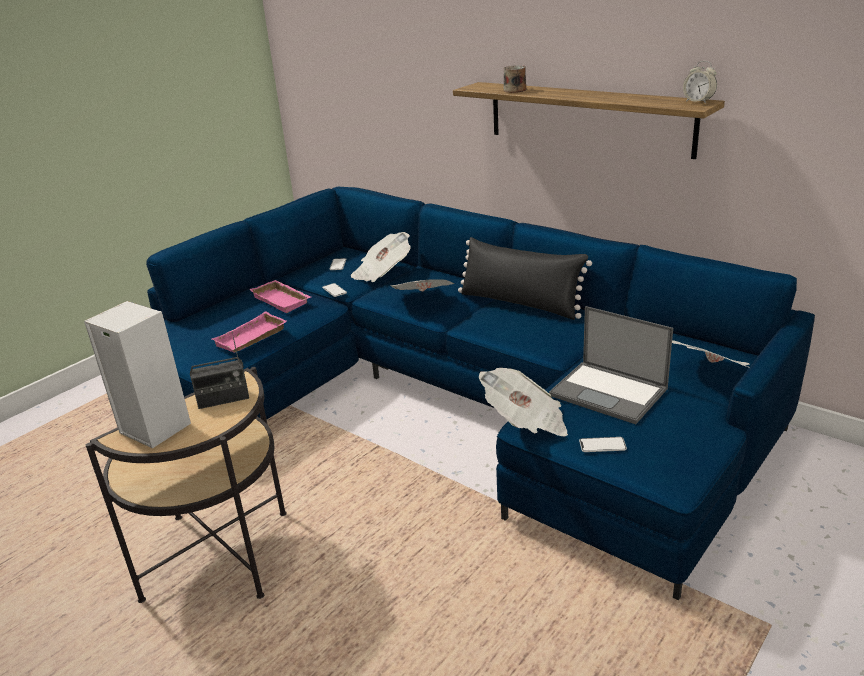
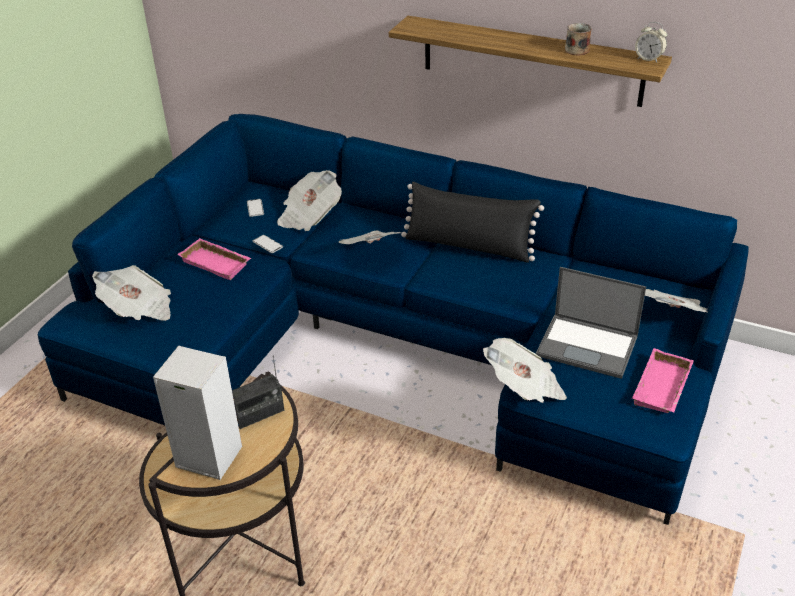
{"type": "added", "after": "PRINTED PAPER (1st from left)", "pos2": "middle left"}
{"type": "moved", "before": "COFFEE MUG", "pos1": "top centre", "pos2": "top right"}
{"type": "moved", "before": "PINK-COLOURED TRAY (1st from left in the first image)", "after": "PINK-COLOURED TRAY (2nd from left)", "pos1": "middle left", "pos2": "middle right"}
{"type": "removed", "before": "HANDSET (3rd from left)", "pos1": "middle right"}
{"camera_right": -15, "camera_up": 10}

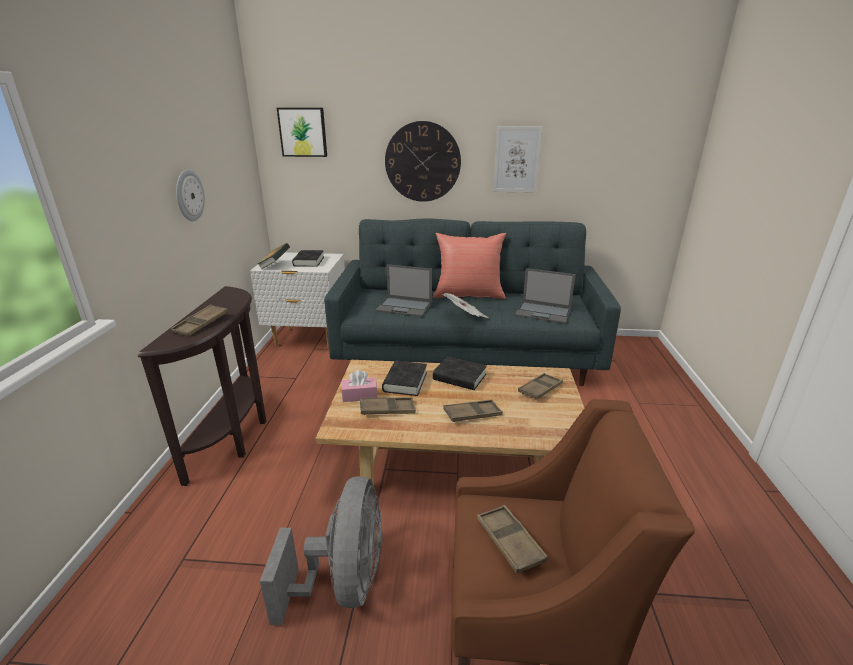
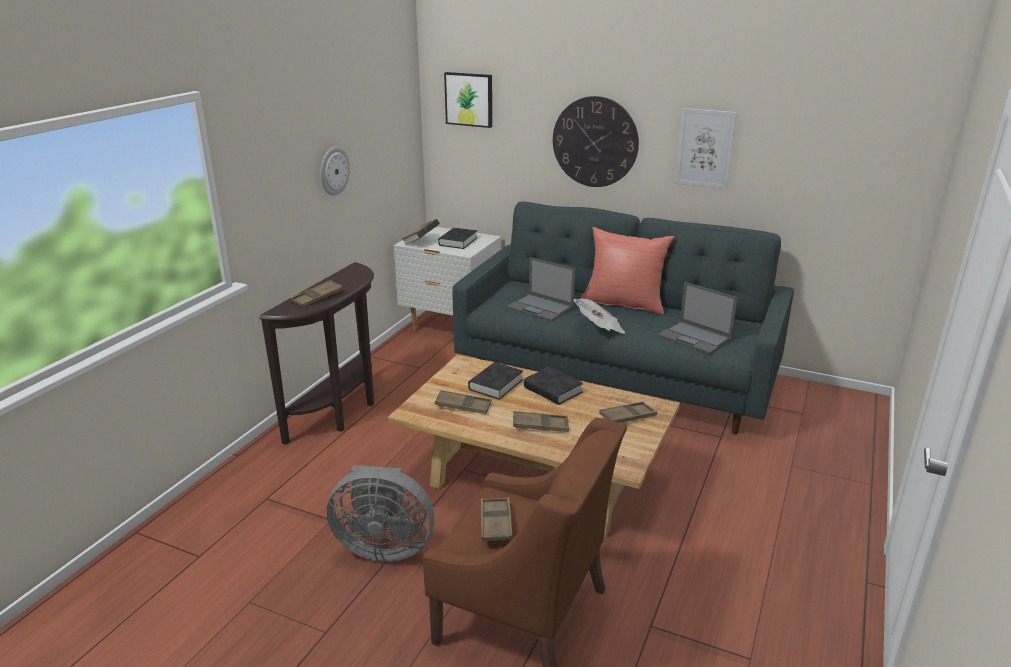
{"type": "turned", "before": "GRAY ELECTRIC FAN", "pos1": "bottom centre", "pos2": "bottom centre", "turn": 75}
{"type": "removed", "before": "PINK-COLOURED TISSUE HOLDER", "pos1": "centre"}
{"camera_right": 20, "camera_up": 0}

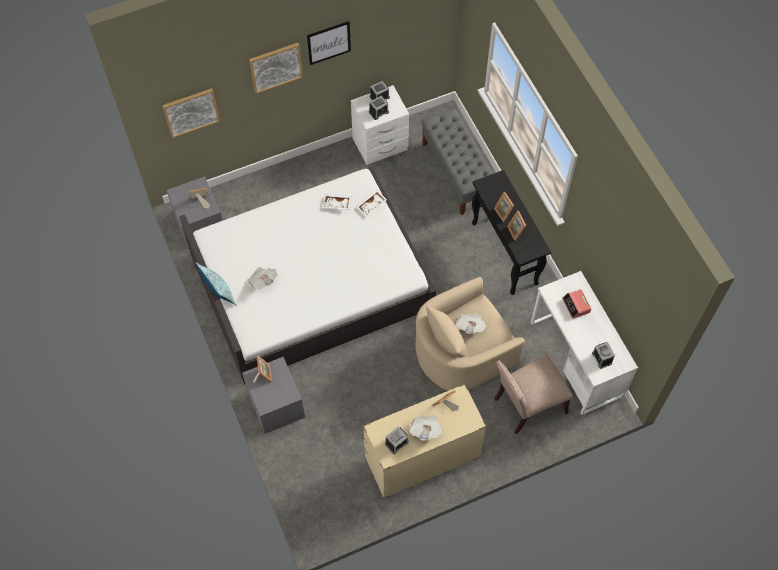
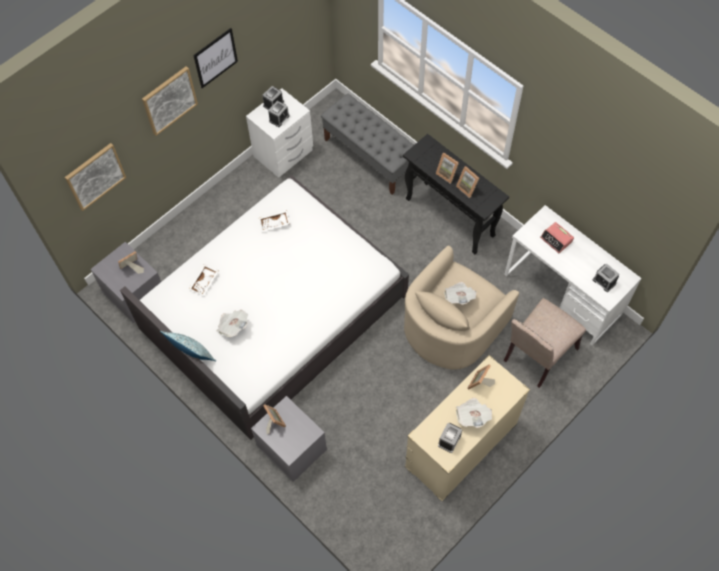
{"type": "moved", "before": "WHITE-COLOURED TRAY (2nd from left in the first image)", "after": "WHITE-COLOURED TRAY (1st from left)", "pos1": "centre", "pos2": "middle left"}
{"camera_right": -20, "camera_up": 0}

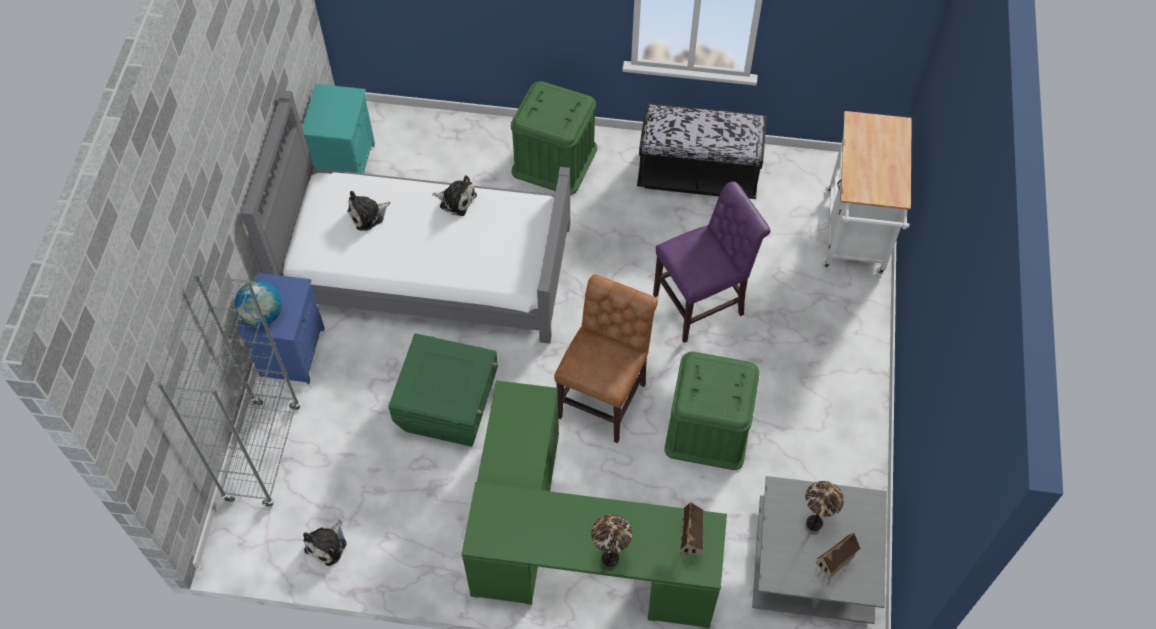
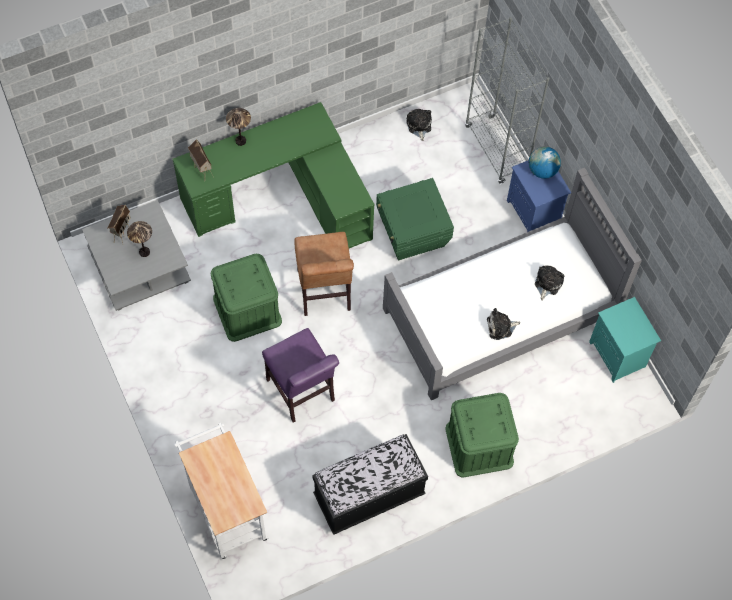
{"type": "turned", "before": "PURPLISH UPRIGHT CHAIR", "pos1": "centre", "pos2": "centre", "turn": -60}
{"camera_right": 145, "camera_up": 5}

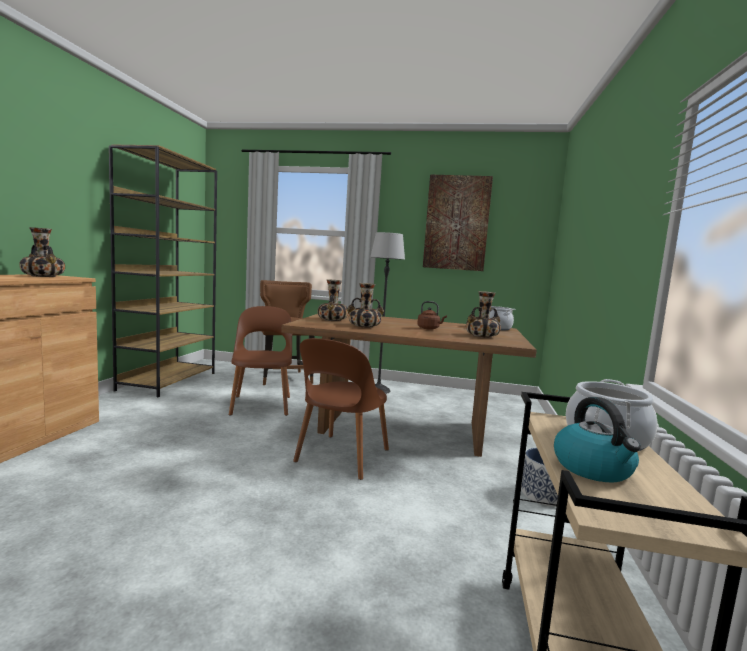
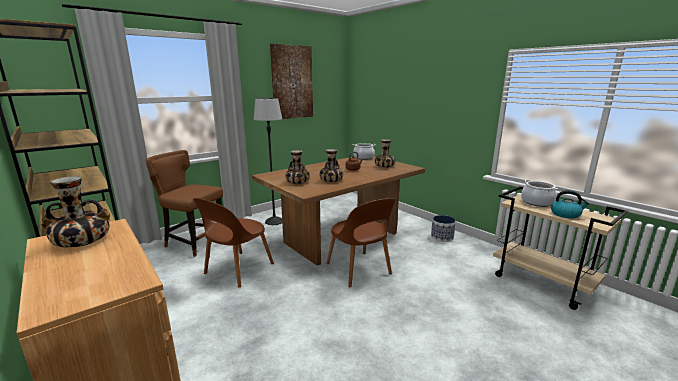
{"type": "turned", "before": "BROWN-COLOURED UPRIGHT CHAIR (1st from left in the first image)", "pos1": "centre", "pos2": "centre", "turn": -90}
{"camera_right": -50, "camera_up": 10}

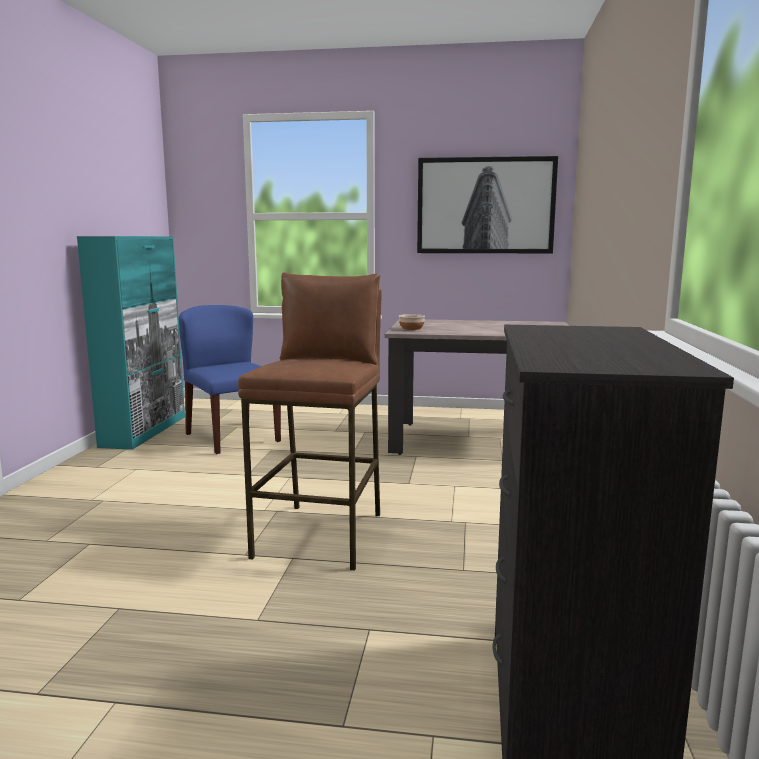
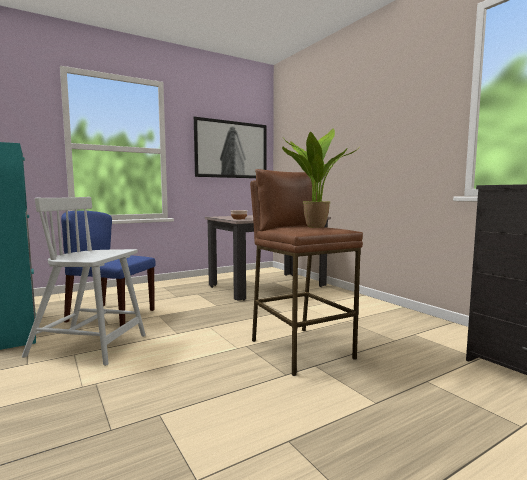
{"type": "added", "after": "WHITE-COLOURED UPRIGHT CHAIR", "pos2": "middle left"}
{"type": "added", "after": "PLANT IN A POT", "pos2": "centre"}
{"camera_right": -40, "camera_up": -5}

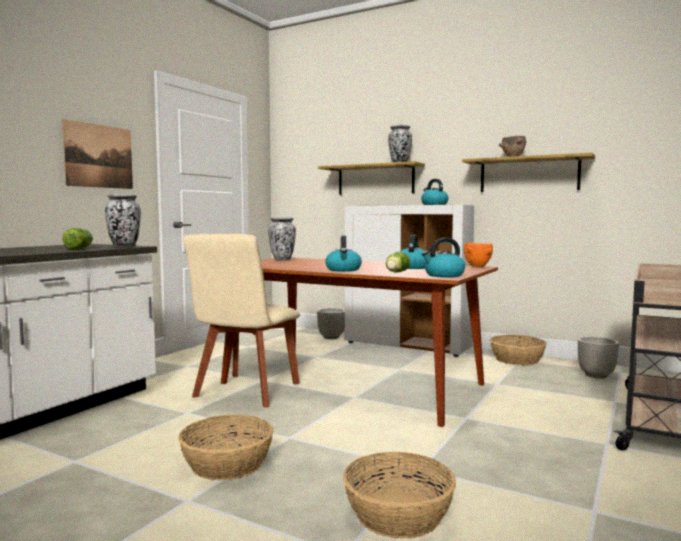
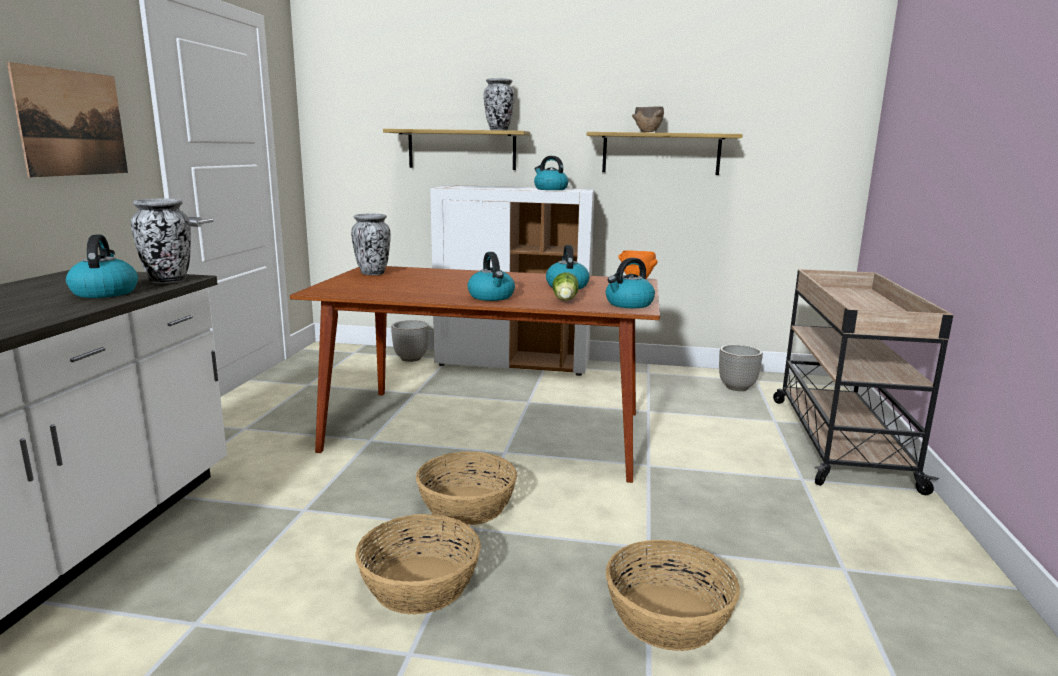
{"type": "replaced", "before": "LETTUCE (1st from left)", "after": "TEA KETTLE (1st from left)", "pos1": "middle left", "pos2": "middle left"}
{"type": "moved", "before": "HOUSEHOLD BASKET (3rd from left in the first image)", "after": "HOUSEHOLD BASKET (2nd from left)", "pos1": "middle right", "pos2": "bottom centre"}
{"type": "removed", "before": "SAND-COLOURED UPRIGHT CHAIR", "pos1": "centre"}
{"camera_right": -20, "camera_up": 10}

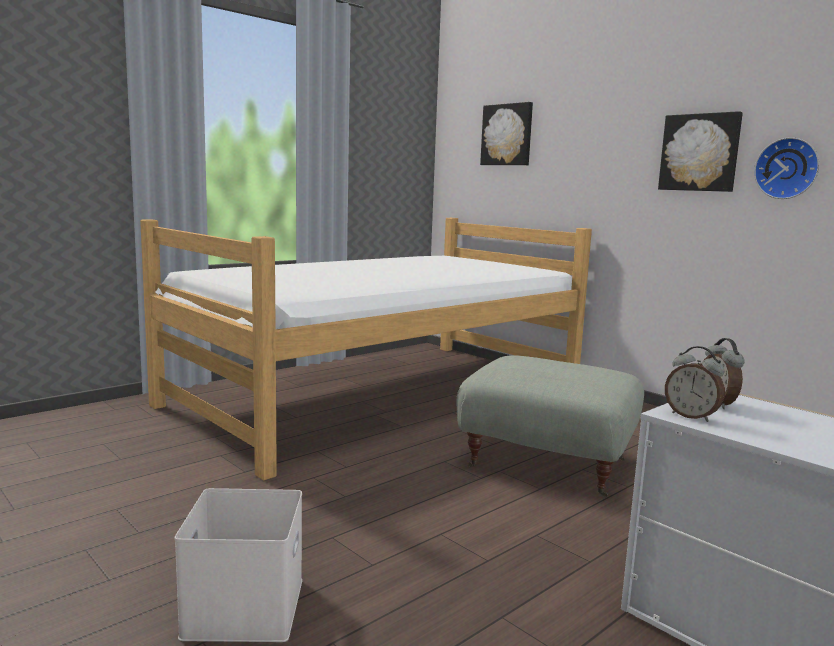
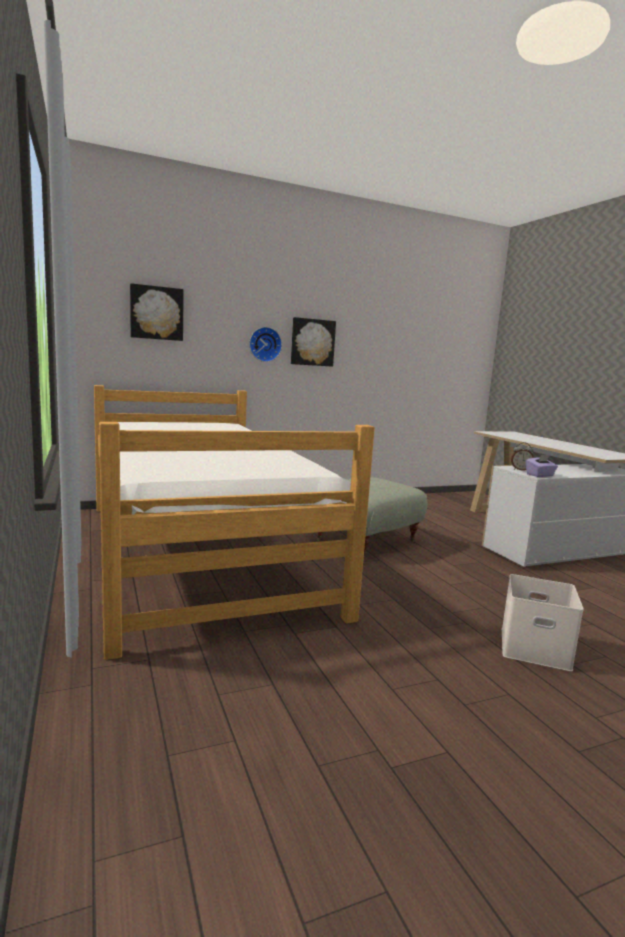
{"type": "moved", "before": "CLOCK ON THE WALL", "pos1": "top right", "pos2": "centre"}
{"type": "replaced", "before": "BEDSIDE CLOCK (1st from left)", "after": "PURPLISH TISSUE HOLDER", "pos1": "middle right", "pos2": "middle right"}
{"camera_right": -70, "camera_up": 0}

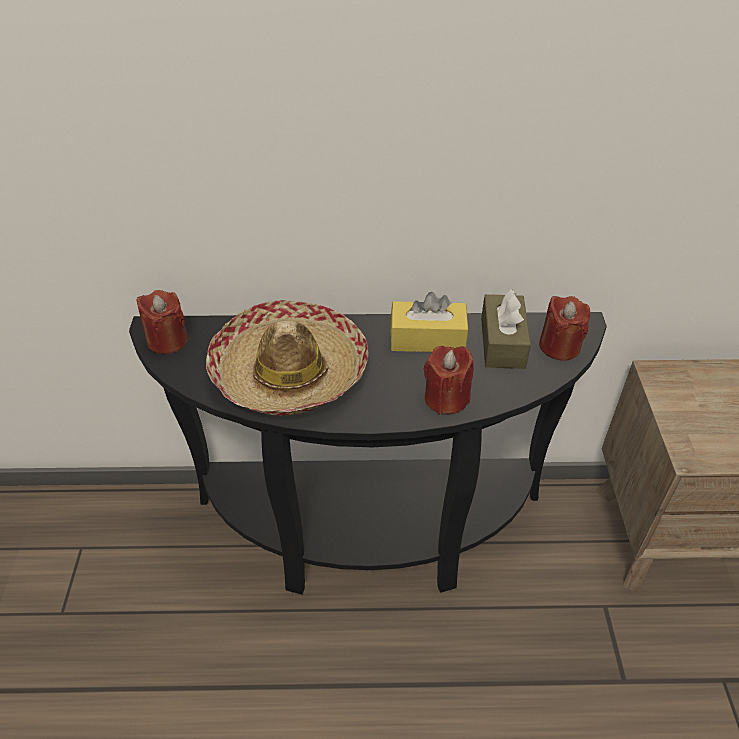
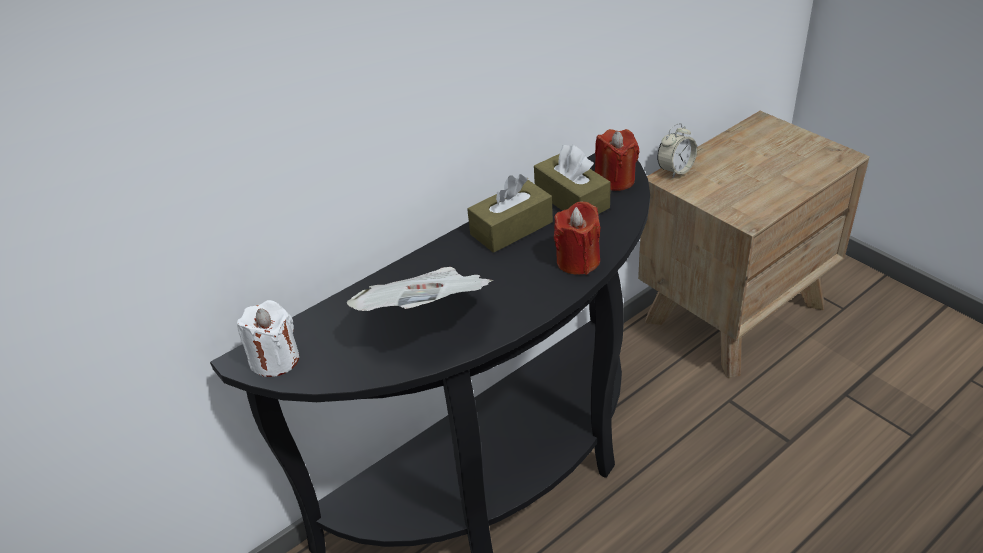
{"type": "recoloured", "before": "RED WAX CANDLE (1st from left)", "after": "WHITE-COLOURED WAX CANDLE", "pos1": "middle left", "pos2": "middle left"}
{"type": "replaced", "before": "CLOTHING HAT", "after": "PRINTED PAPER", "pos1": "centre", "pos2": "centre"}
{"type": "recoloured", "before": "YELLOW TISSUE HOLDER", "after": "BROWN-COLOURED TISSUE HOLDER (1st from left)", "pos1": "centre", "pos2": "centre"}
{"type": "added", "after": "BEDSIDE CLOCK", "pos2": "top right"}
{"camera_right": -35, "camera_up": -5}

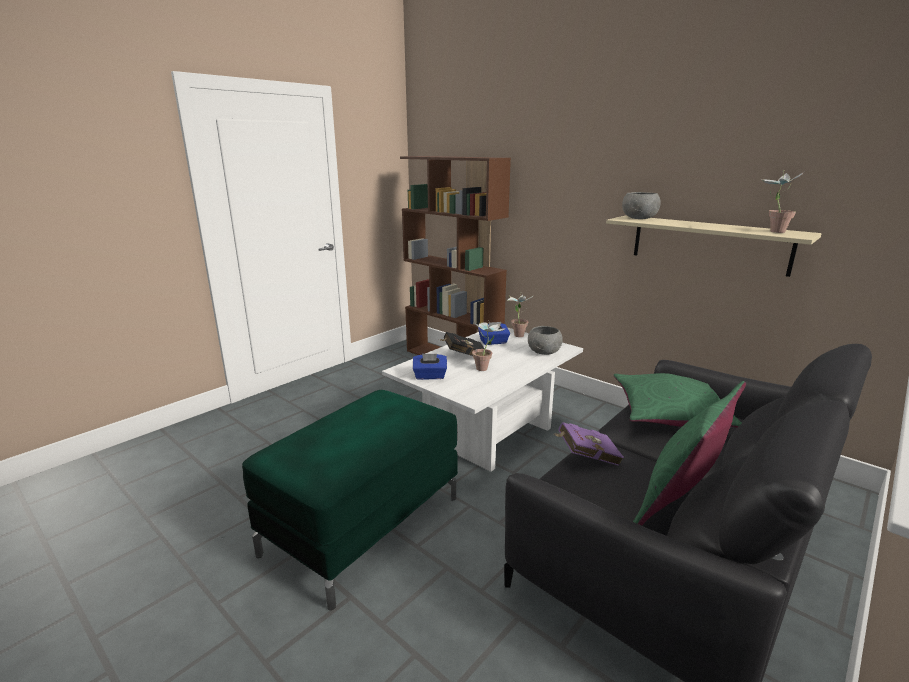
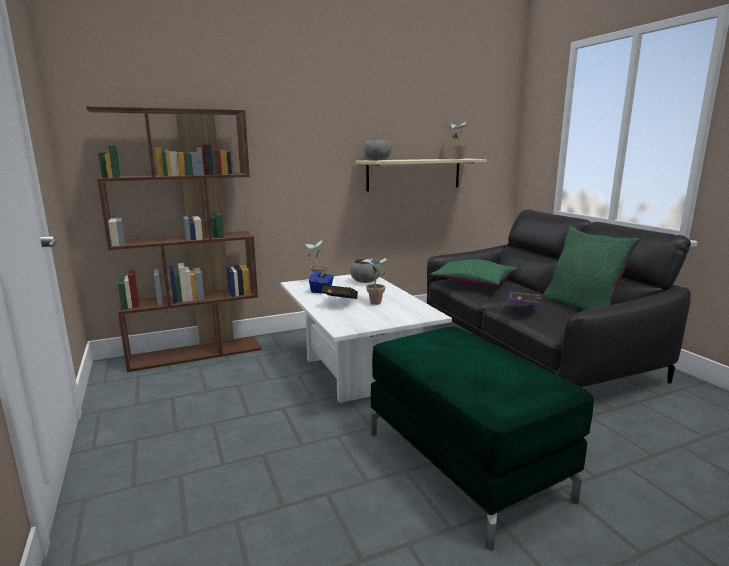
{"type": "removed", "before": "BLUE-COLOURED TISSUE HOLDER (1st from left)", "pos1": "centre"}
{"camera_right": -65, "camera_up": -5}

